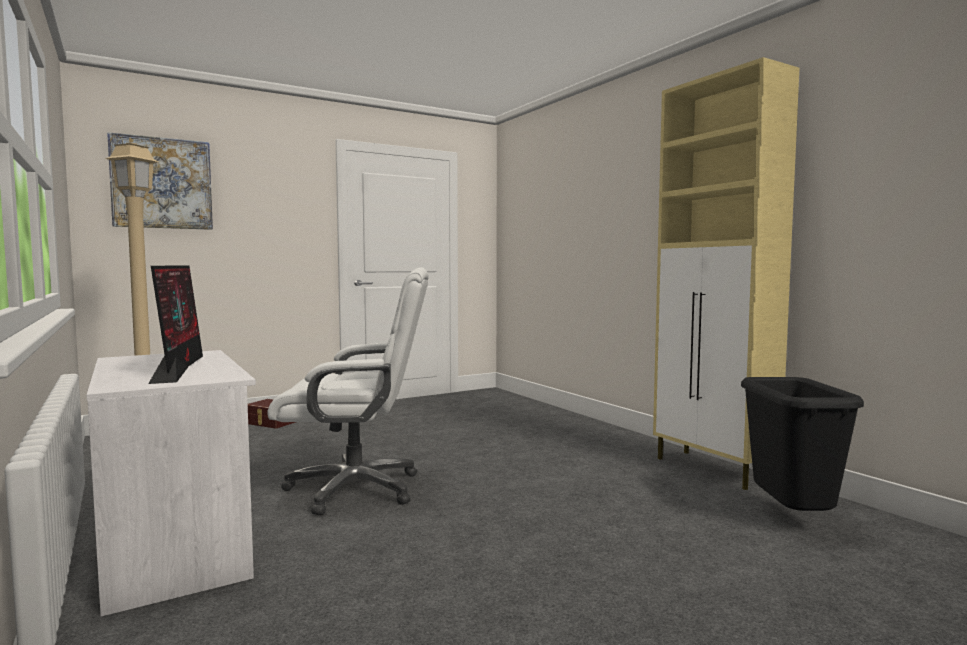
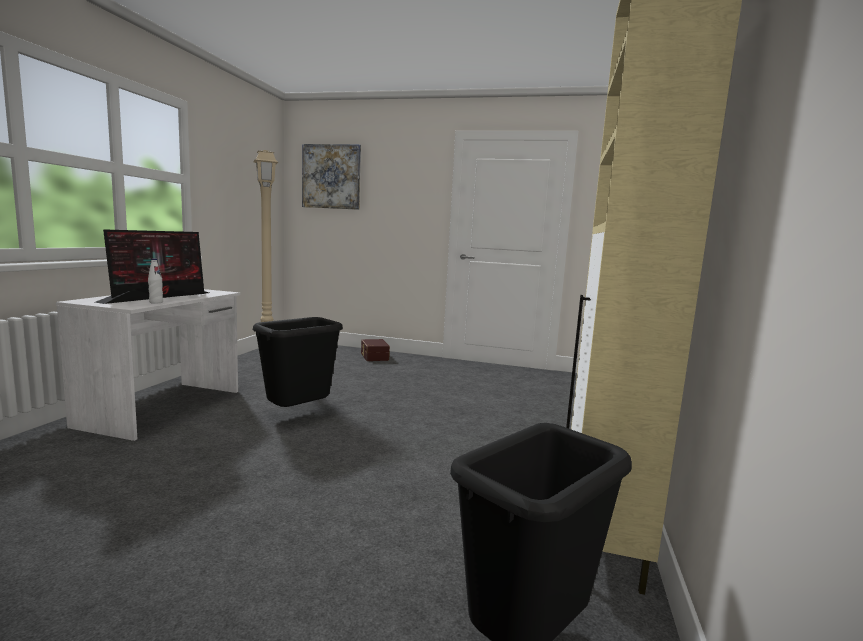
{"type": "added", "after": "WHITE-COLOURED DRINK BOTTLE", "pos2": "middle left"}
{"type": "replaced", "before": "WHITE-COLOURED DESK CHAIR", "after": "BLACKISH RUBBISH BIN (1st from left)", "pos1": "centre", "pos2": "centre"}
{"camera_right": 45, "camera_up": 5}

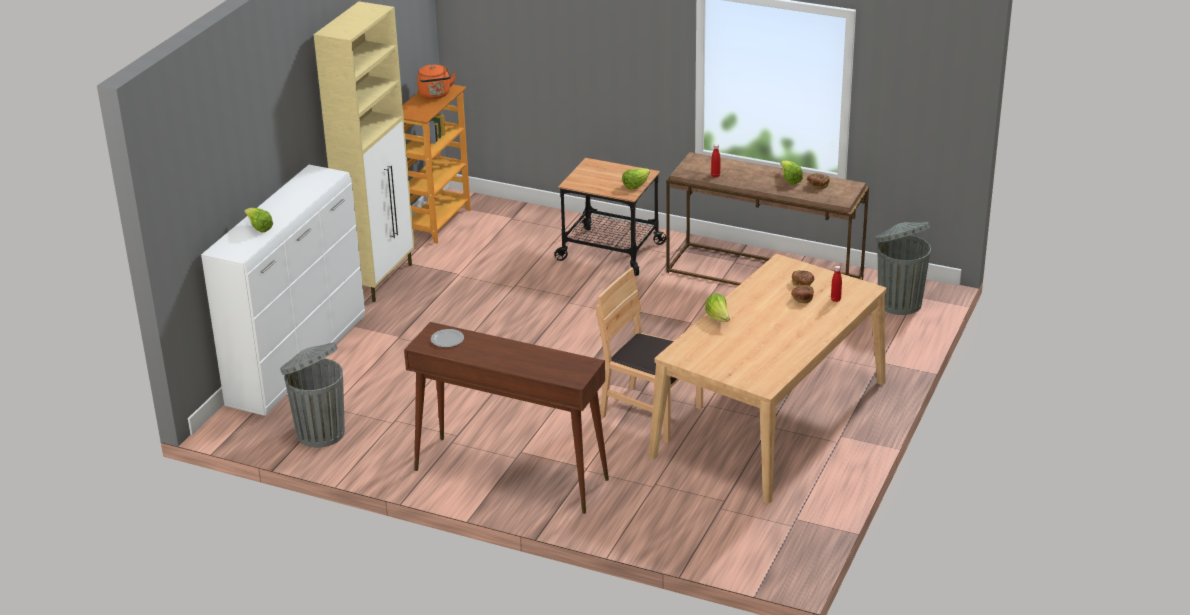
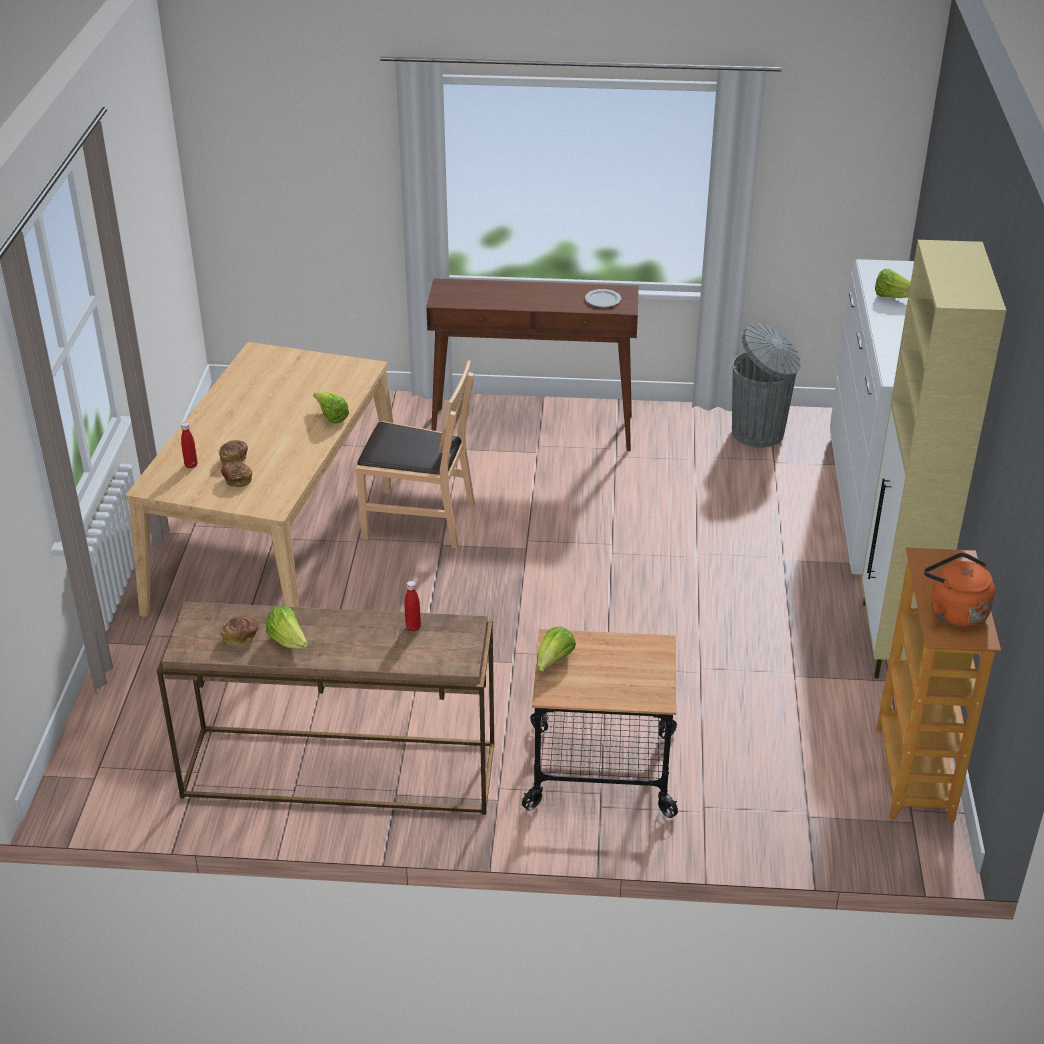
{"type": "removed", "before": "GRAY RUBBISH BIN (2nd from left)", "pos1": "middle right"}
{"camera_right": 160, "camera_up": 5}

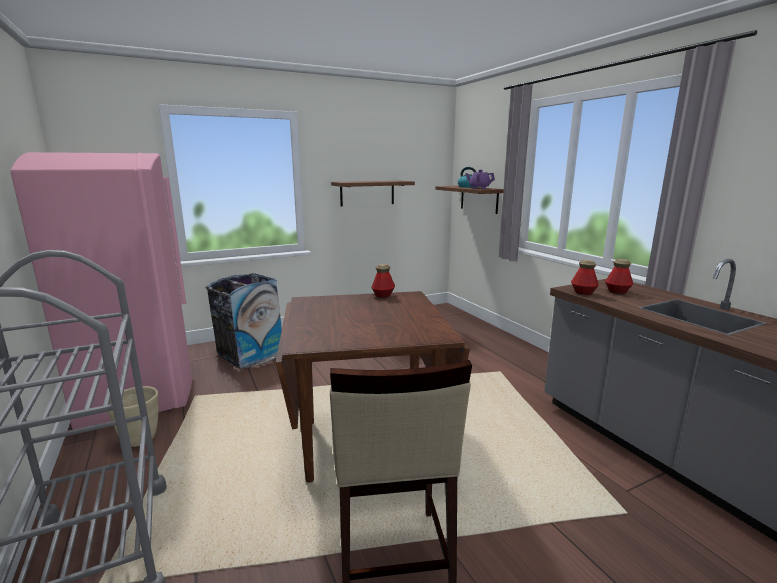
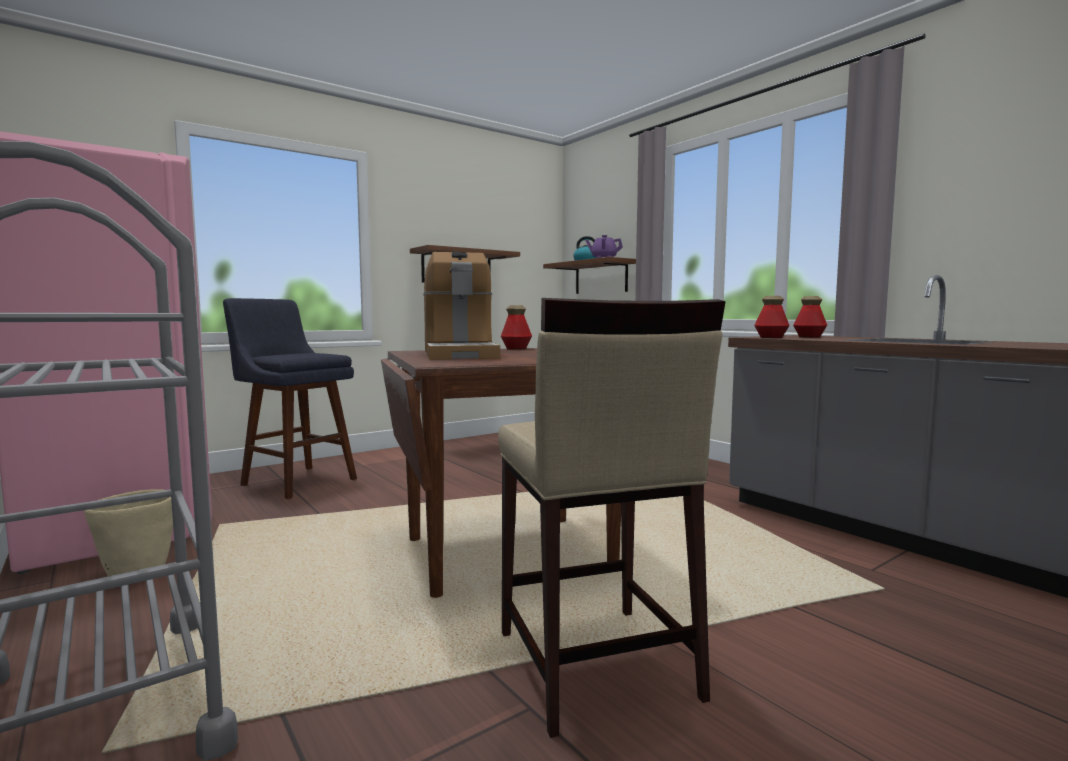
{"type": "replaced", "before": "RUBBISH BIN", "after": "BLUE-COLOURED SITTING STOOL", "pos1": "middle left", "pos2": "middle left"}
{"type": "added", "after": "COFFEE BREWER", "pos2": "centre"}
{"camera_right": -10, "camera_up": -10}

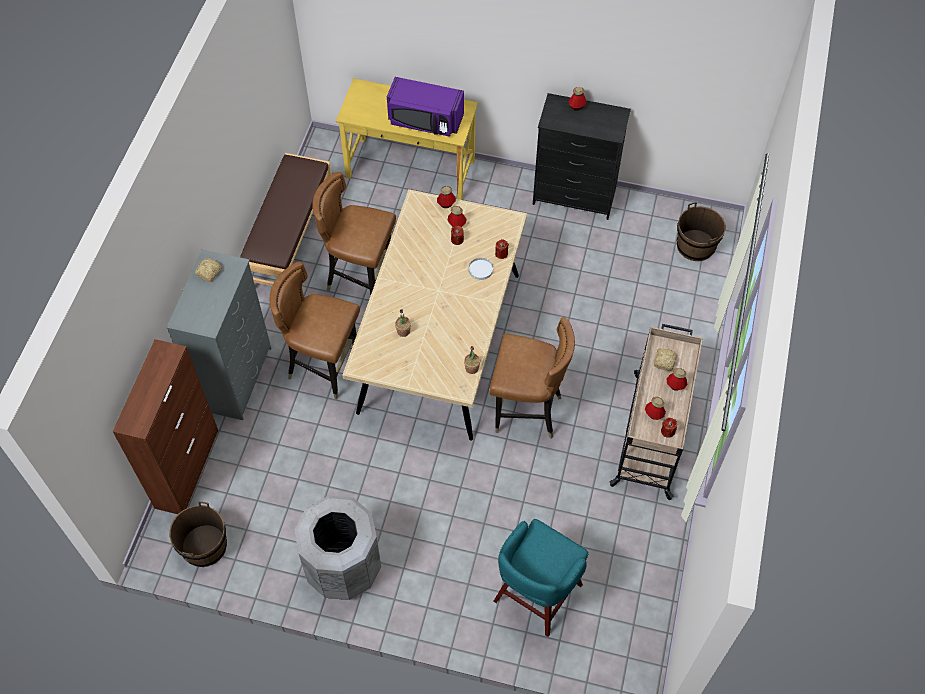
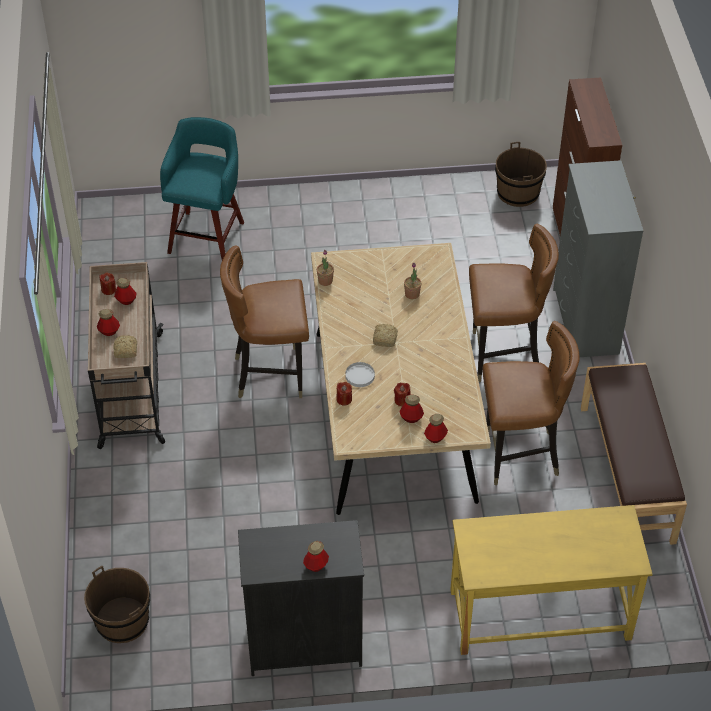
{"type": "moved", "before": "BAKED BREAD (1st from left in the first image)", "after": "BAKED BREAD (2nd from left)", "pos1": "middle left", "pos2": "centre"}
{"type": "removed", "before": "GRAY RUBBISH BIN", "pos1": "bottom centre"}
{"type": "removed", "before": "PURPLISH MICROWAVE OVEN", "pos1": "top centre"}
{"camera_right": 160, "camera_up": -10}

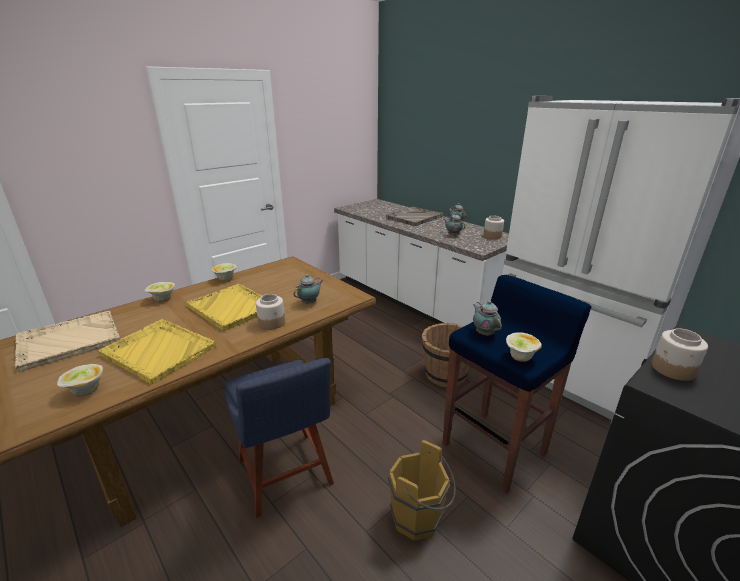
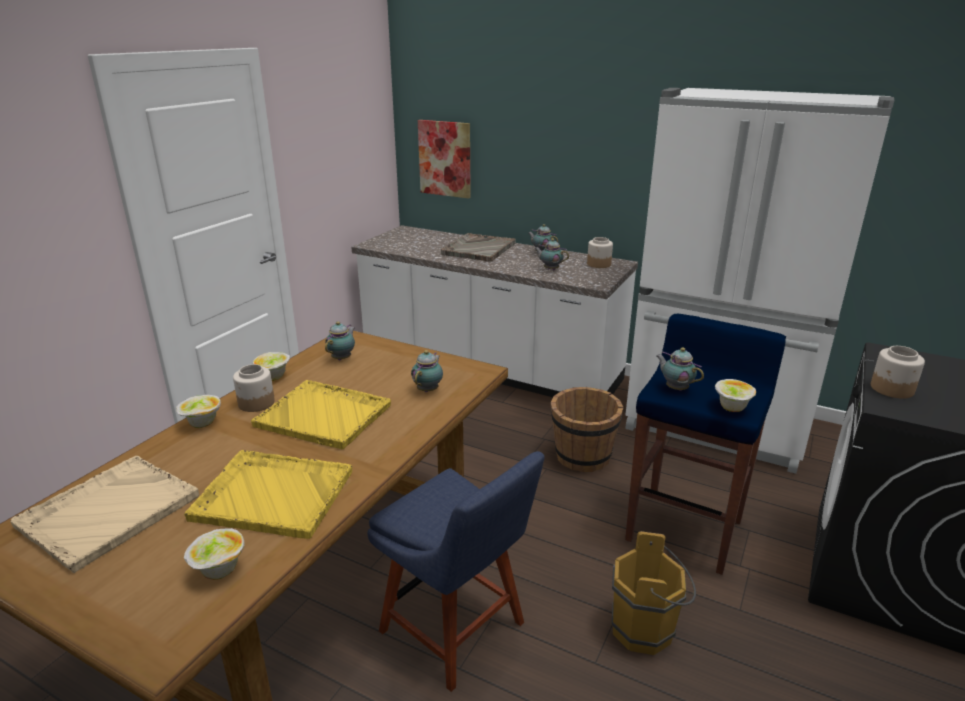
{"type": "moved", "before": "STORAGE JAR (1st from left)", "pos1": "centre", "pos2": "middle left"}
{"type": "added", "after": "TEAPOT (1st from left)", "pos2": "centre"}
{"type": "added", "after": "WALL ART", "pos2": "top centre"}
{"camera_right": -20, "camera_up": 0}

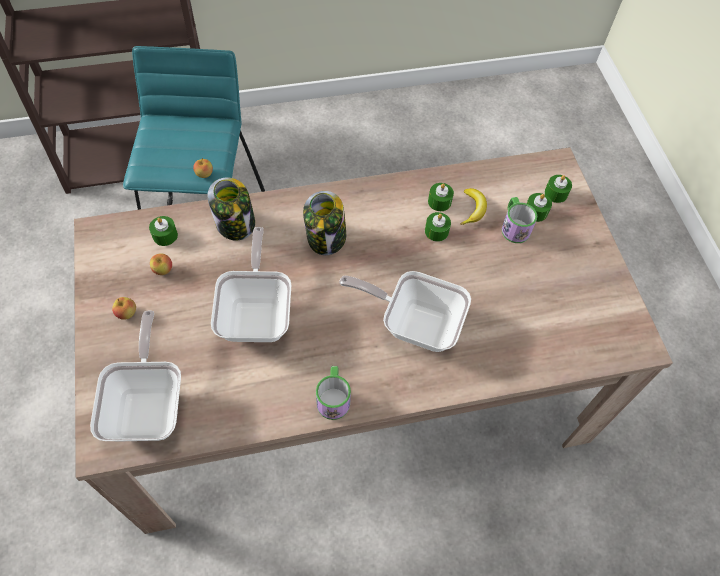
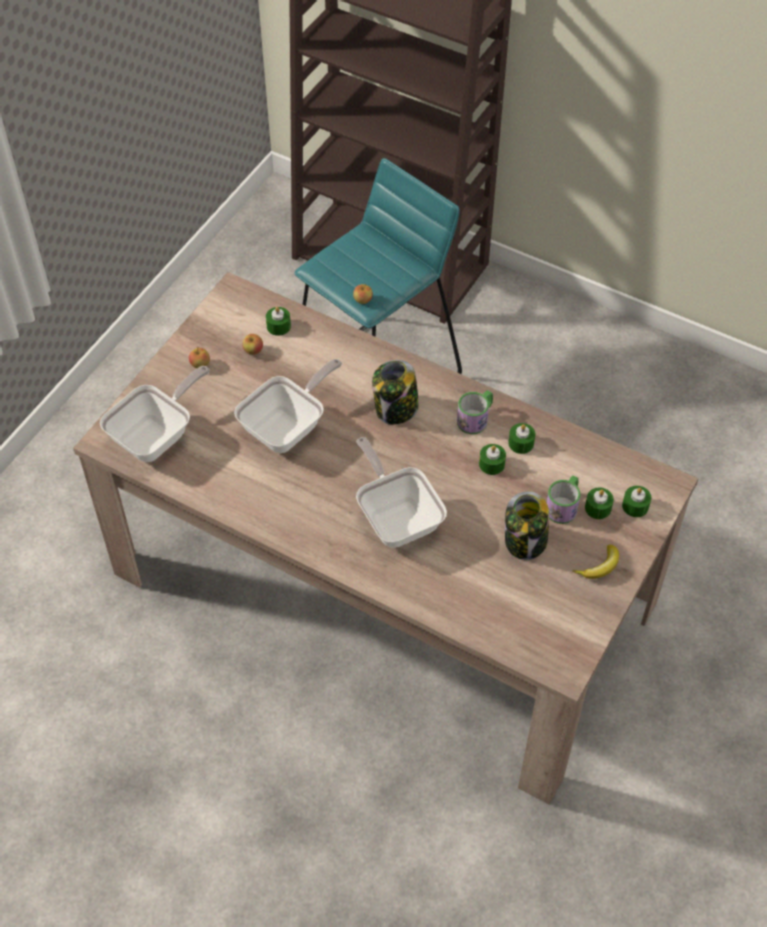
{"type": "moved", "before": "COFFEE MUG (1st from left)", "pos1": "bottom centre", "pos2": "centre"}
{"type": "moved", "before": "STORAGE JAR (1st from left in the first image)", "after": "STORAGE JAR (2nd from left)", "pos1": "middle left", "pos2": "middle right"}
{"type": "moved", "before": "BANANA", "pos1": "centre", "pos2": "middle right"}
{"camera_right": 45, "camera_up": -5}

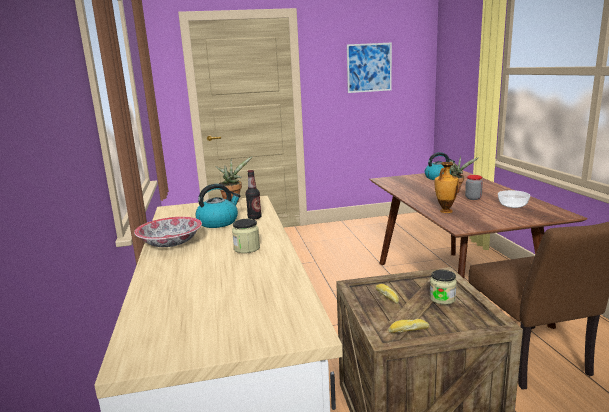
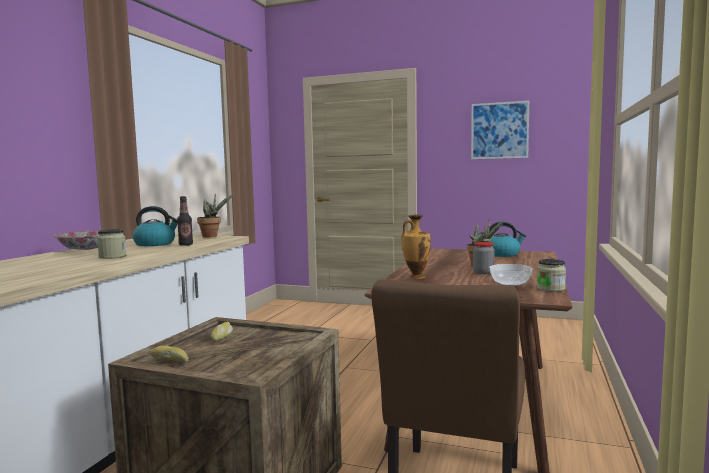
{"type": "moved", "before": "STORAGE JAR (2nd from left in the first image)", "after": "STORAGE JAR (3rd from left)", "pos1": "bottom right", "pos2": "middle right"}
{"camera_right": 30, "camera_up": -10}

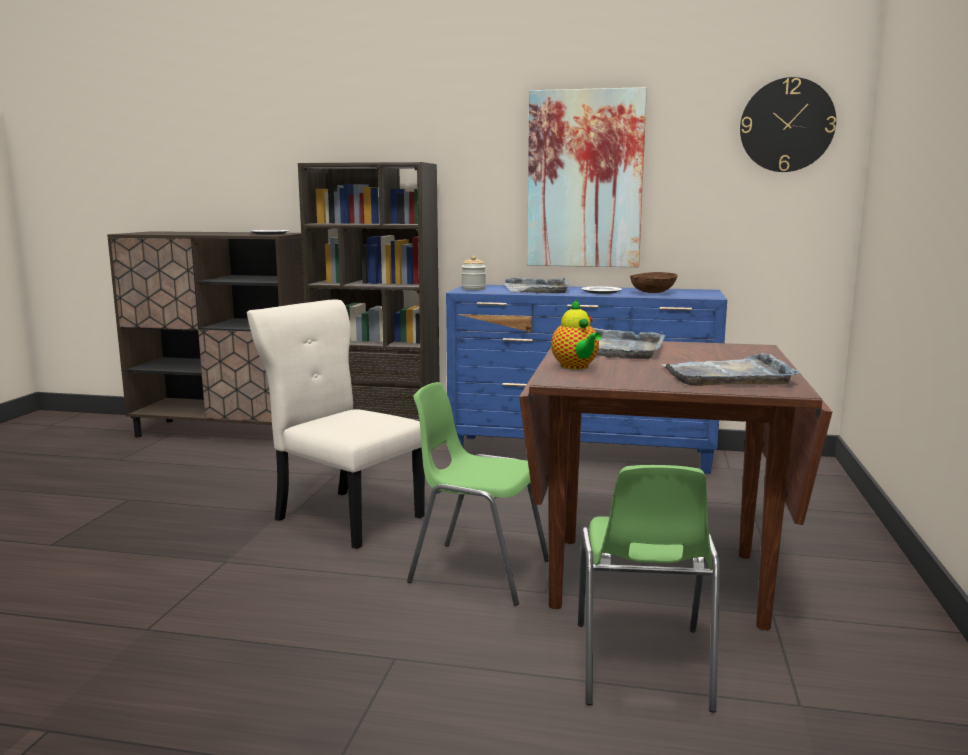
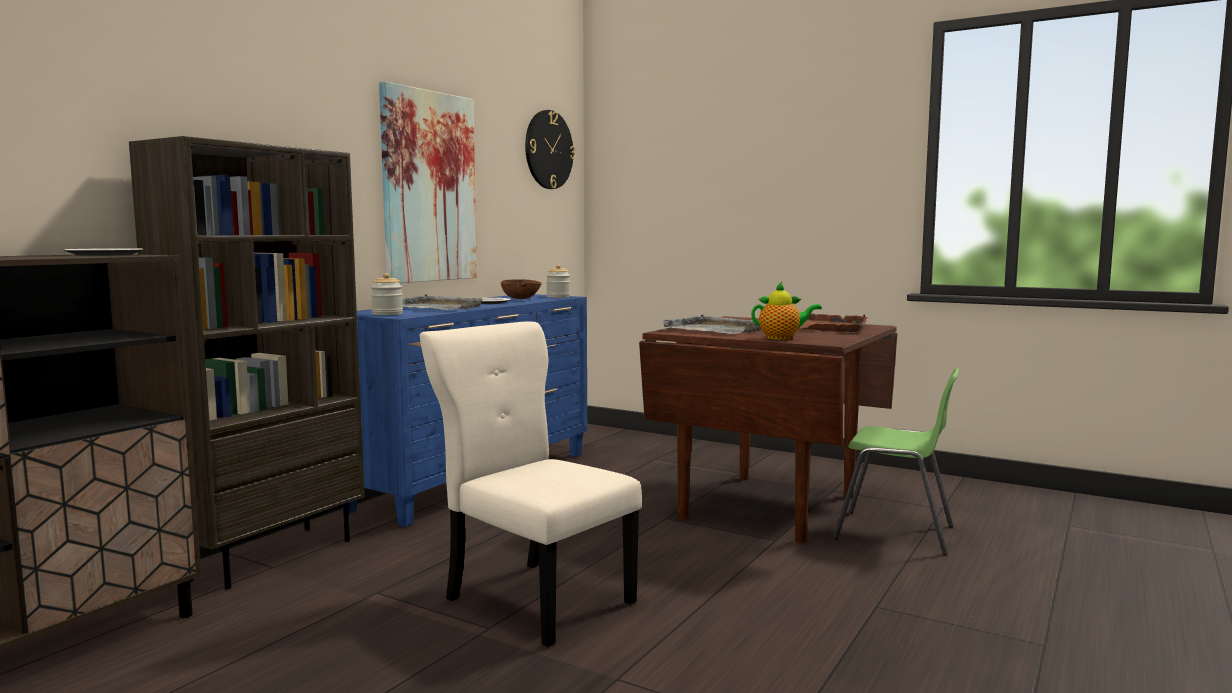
{"type": "turned", "before": "SAND-COLOURED UPRIGHT CHAIR", "pos1": "centre", "pos2": "bottom centre", "turn": 75}
{"type": "added", "after": "STORAGE JAR (2nd from left)", "pos2": "centre"}
{"type": "recoloured", "before": "GRAY TRAY (3rd from left)", "after": "BROWN-COLOURED TRAY", "pos1": "middle right", "pos2": "middle right"}
{"type": "removed", "before": "GREEN UPRIGHT CHAIR (1st from left)", "pos1": "centre"}
{"camera_right": -70, "camera_up": -5}

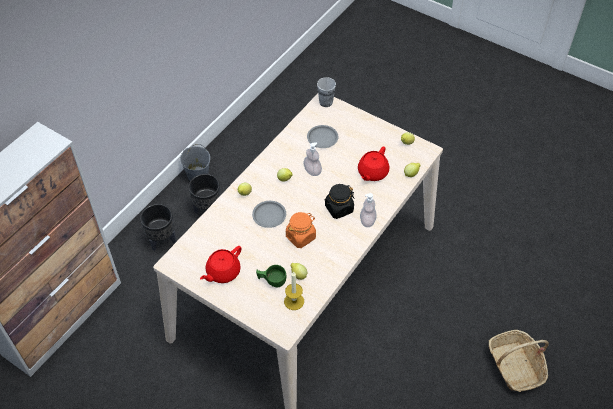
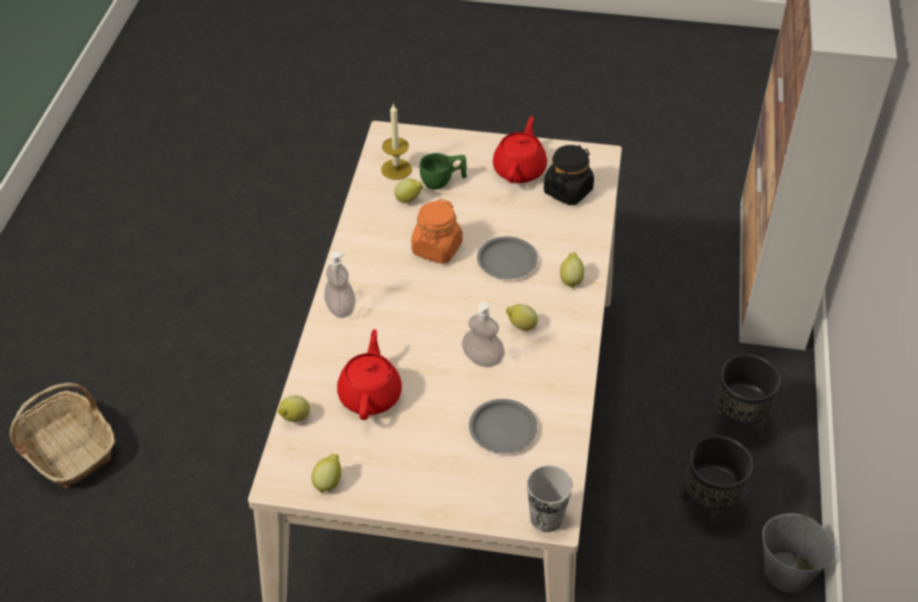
{"type": "moved", "before": "BLACKISH STORAGE JAR", "pos1": "centre", "pos2": "top centre"}
{"camera_right": 155, "camera_up": -5}

